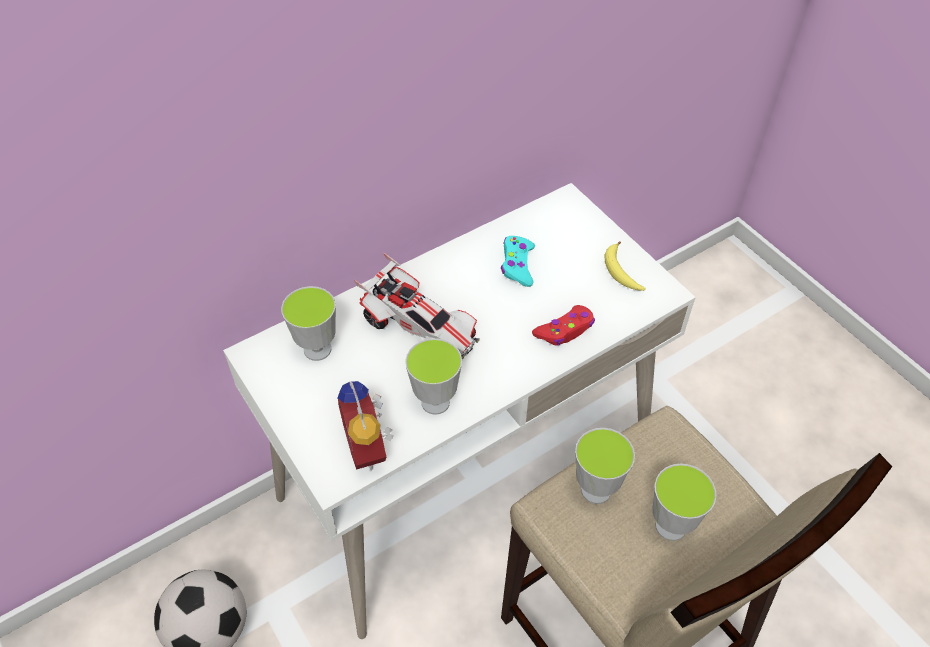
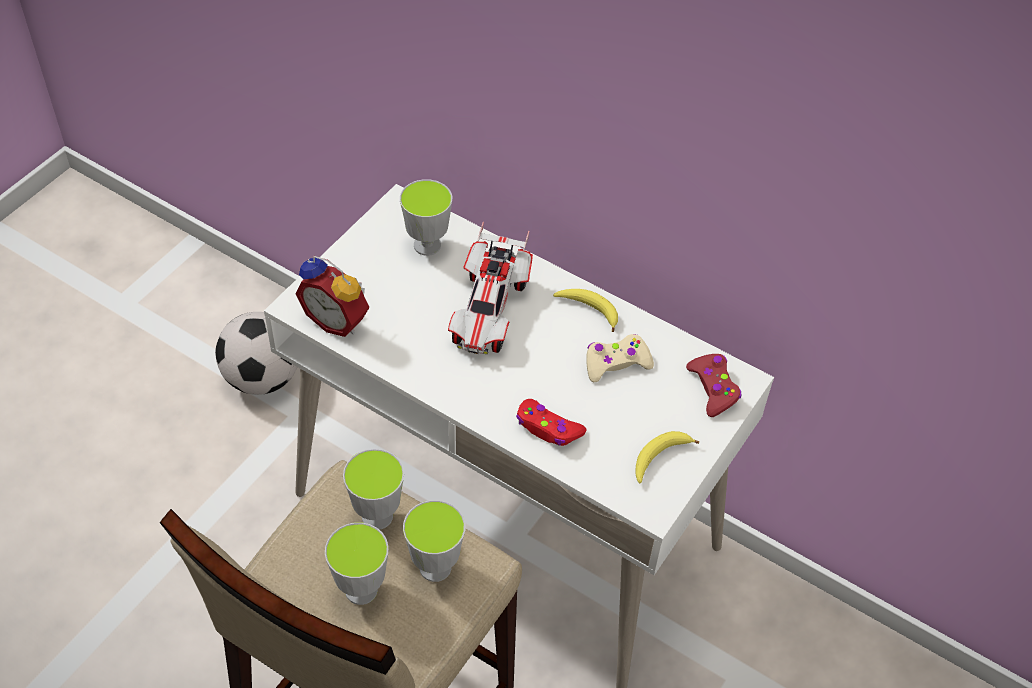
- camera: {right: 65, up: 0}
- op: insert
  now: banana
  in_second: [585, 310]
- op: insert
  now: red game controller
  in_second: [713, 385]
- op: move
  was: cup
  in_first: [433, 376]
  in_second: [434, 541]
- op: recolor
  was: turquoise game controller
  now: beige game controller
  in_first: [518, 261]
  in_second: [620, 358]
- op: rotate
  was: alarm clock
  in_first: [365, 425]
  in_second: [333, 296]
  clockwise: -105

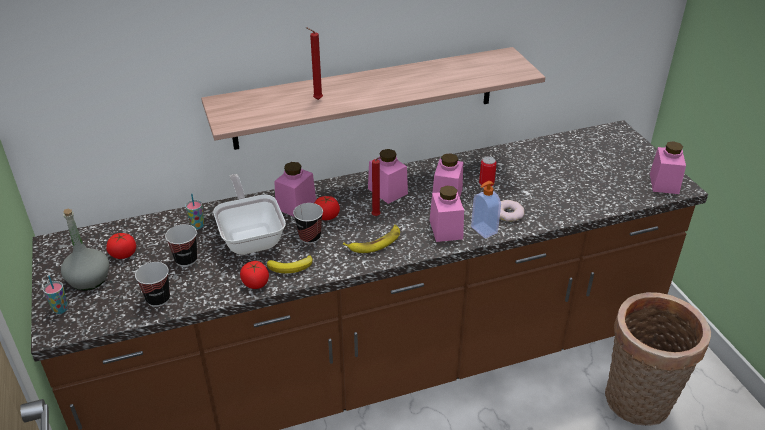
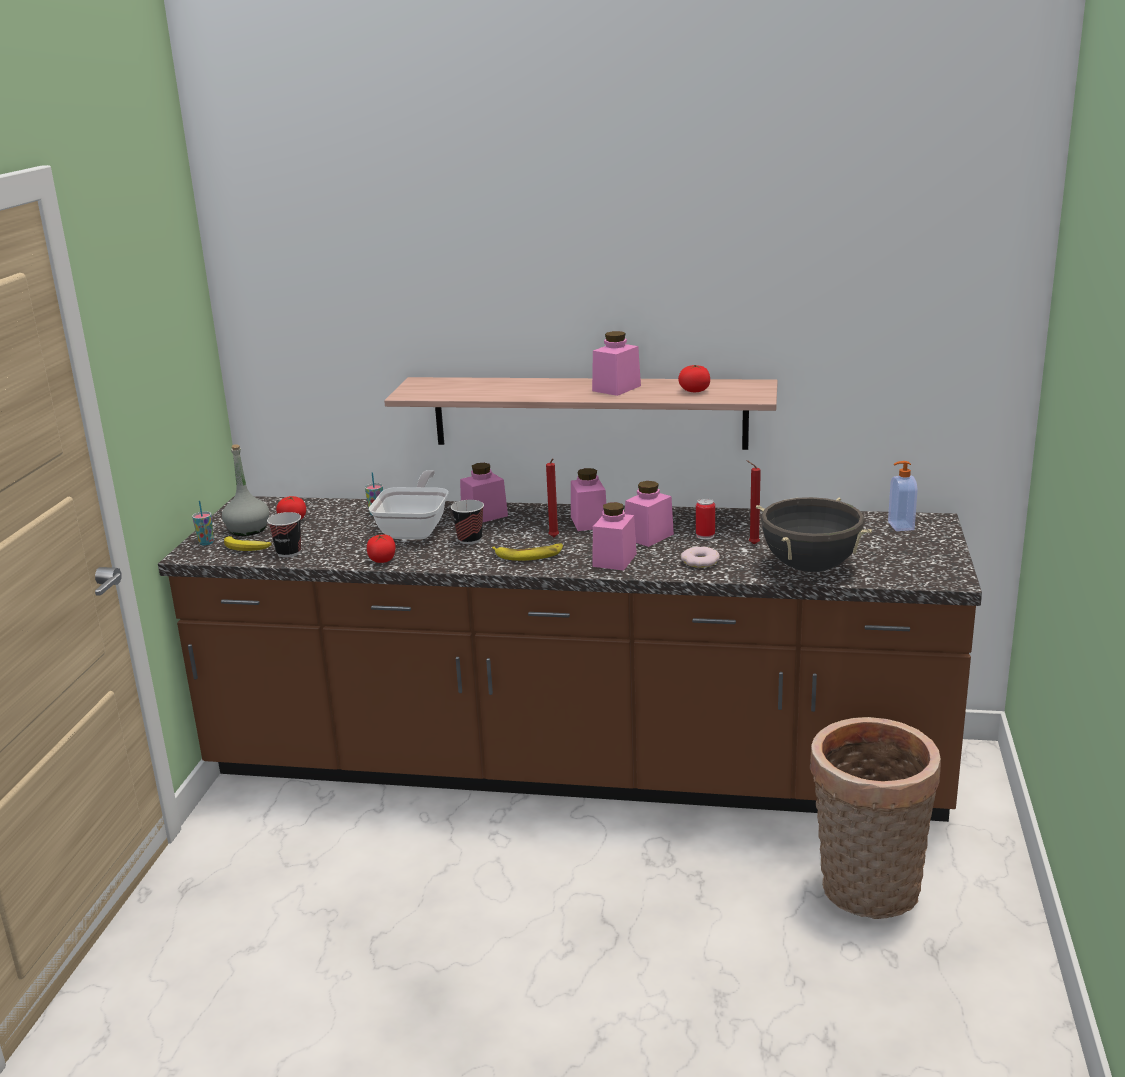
- camera: {right: 30, up: -15}
- op: delete
  was: cup
  in_first: [181, 245]
- op: insert
  now: black cooking pot
  in_second: [814, 534]
- op: move
  was: banana
  in_first: [290, 264]
  in_second: [248, 543]
- op: move
  was: red candle
  in_first: [314, 63]
  in_second: [753, 502]
- op: move
  was: tomato
  in_first: [327, 208]
  in_second: [694, 378]
- op: move
  was: soap dispenser
  in_first: [486, 210]
  in_second: [902, 496]
- op: move
  was: pink jar
  in_first: [668, 167]
  in_second: [616, 363]

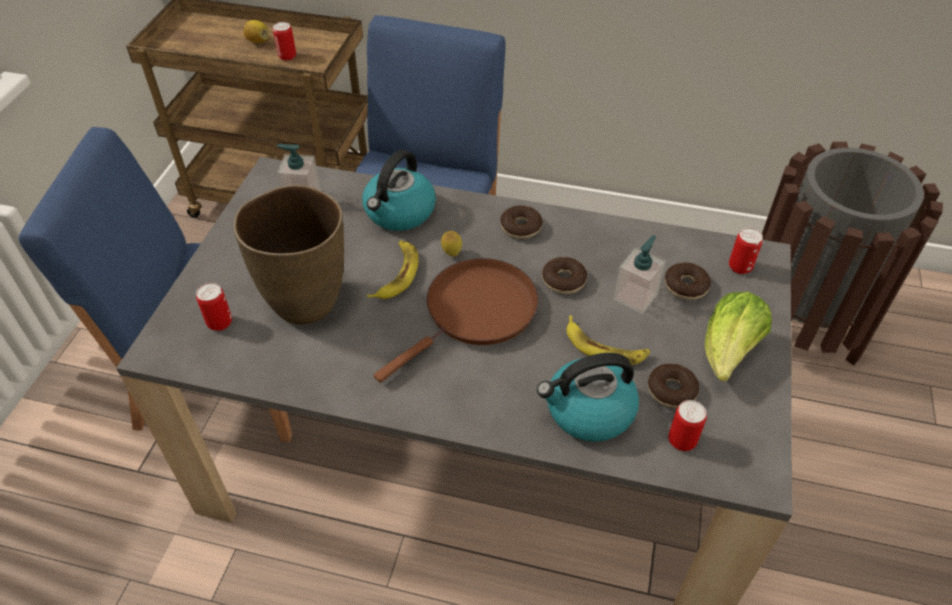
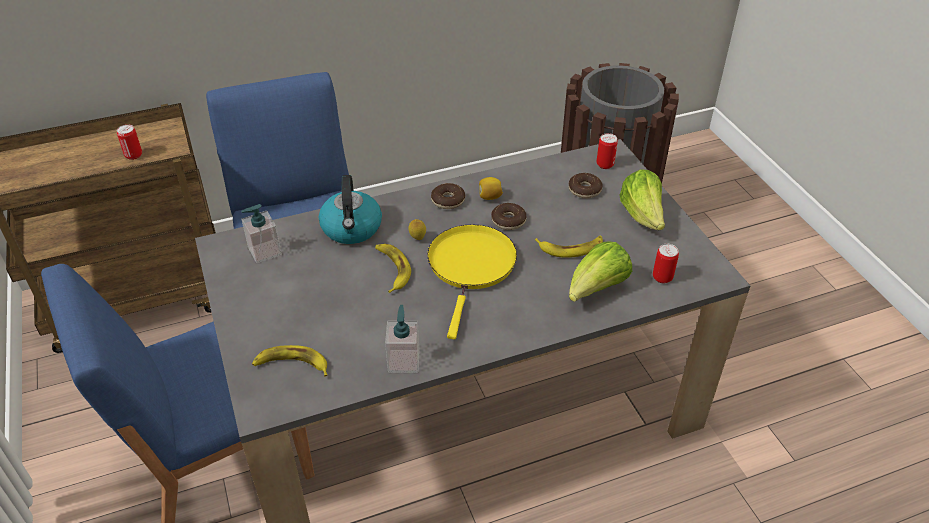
- camera: {right: -35, up: -5}
- op: delete
  was: brown vase
  in_first: [289, 254]
- op: delete
  was: donut
  in_first: [673, 386]
- op: move
  was: lemon
  in_first: [256, 31]
  in_second: [491, 188]
- op: move
  was: soap dispenser
  in_first: [640, 274]
  in_second: [402, 339]
- op: replace
  was: can
  now: banana
  in_first: [214, 307]
  in_second: [290, 361]
- op: replace
  was: kettle
  now: lettuce
  in_first: [588, 397]
  in_second: [600, 271]
- op: recolor
  was: brown frying pan
  now: yellow frying pan
  in_first: [456, 320]
  in_second: [472, 282]

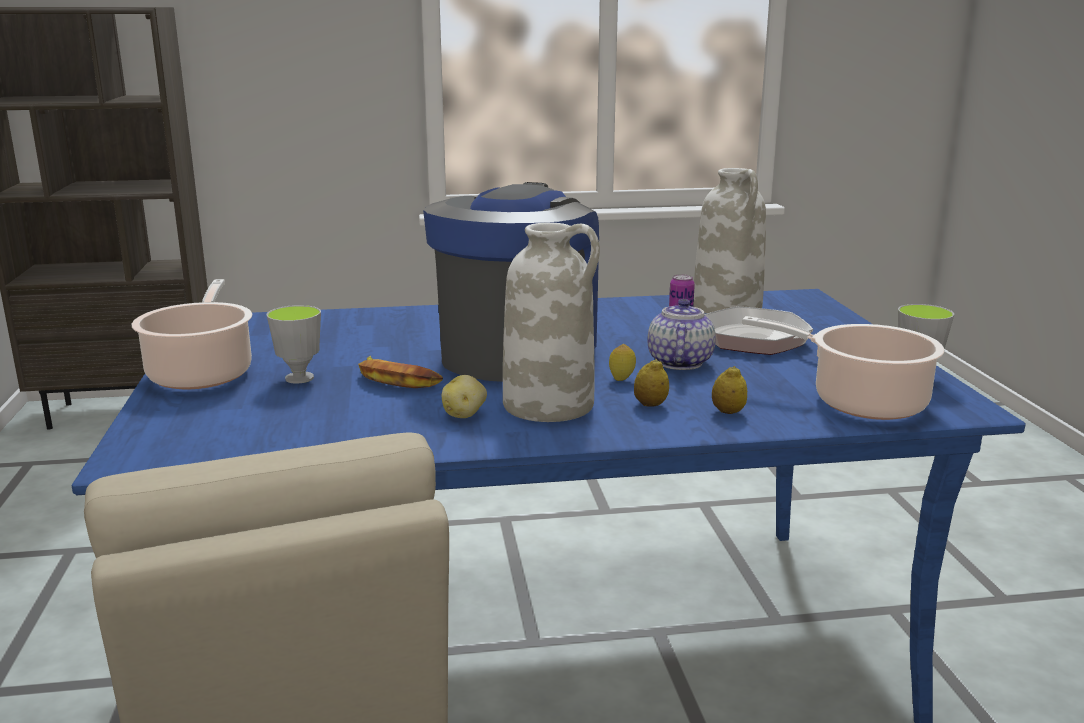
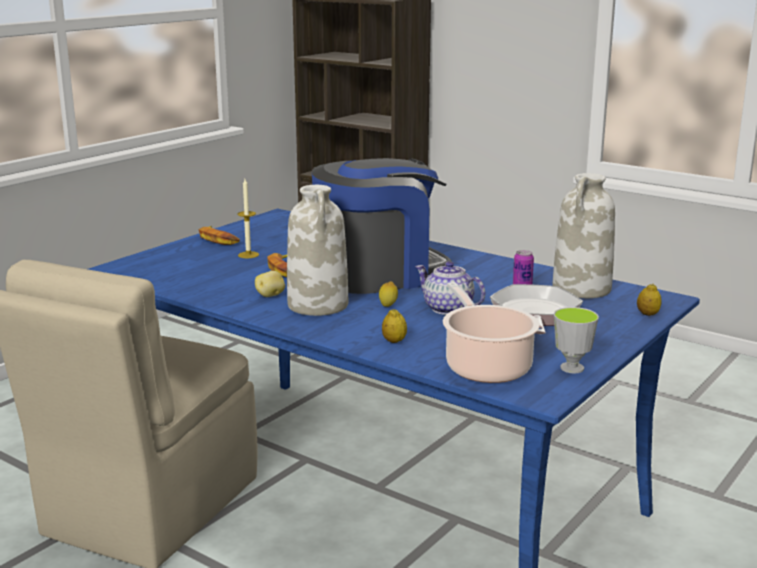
- camera: {right: 45, up: 0}
- op: move
  was: lemon
  in_first: [651, 383]
  in_second: [649, 300]
- op: replace
  was: cooking pot
  now: banana
  in_first: [192, 334]
  in_second: [219, 235]
- op: replace
  was: cup
  now: candle
  in_first: [293, 344]
  in_second: [248, 218]
- op: rotate
  was: teapot
  in_first: [682, 334]
  in_second: [450, 288]
  clockwise: -105

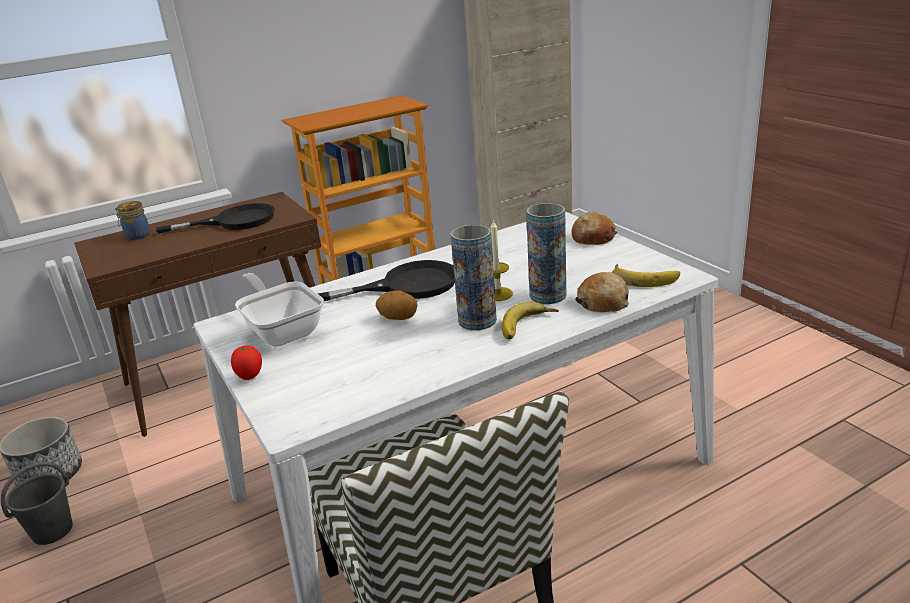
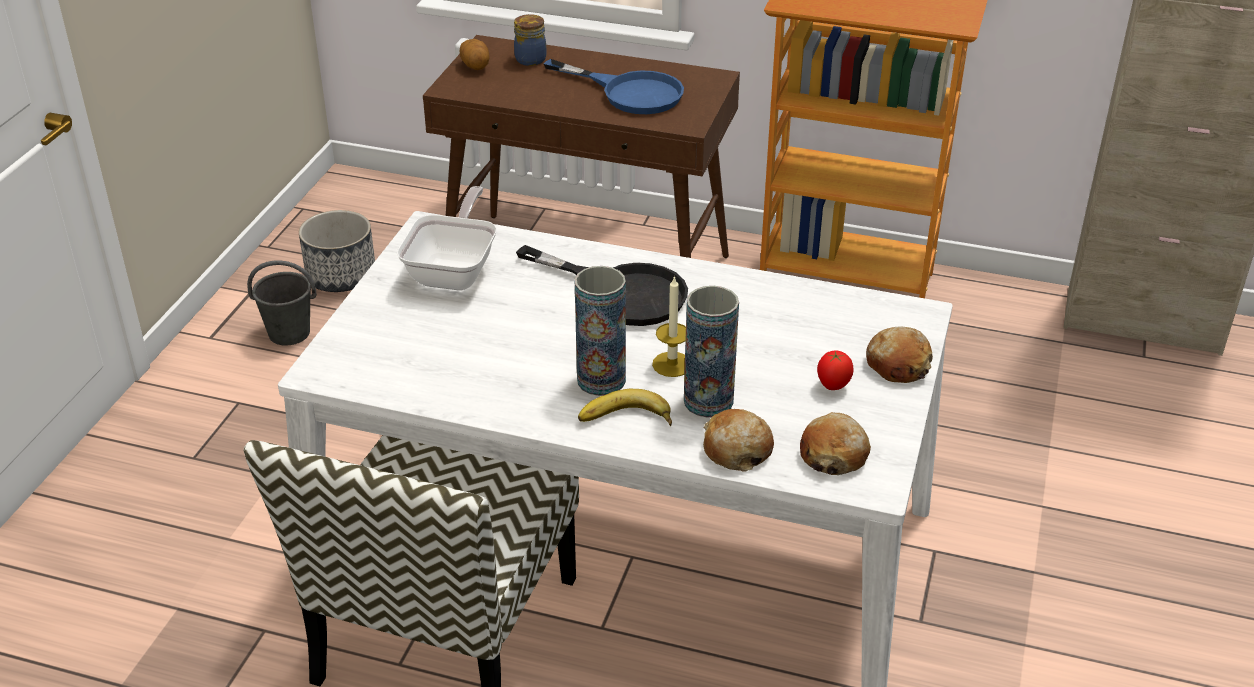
- camera: {right: 45, up: 10}
- op: move
  was: tomato
  in_first: [246, 363]
  in_second: [835, 370]
- op: move
  was: potato
  in_first: [397, 305]
  in_second: [474, 54]
- op: replace
  was: banana
  now: bread
  in_first: [646, 275]
  in_second: [835, 443]
- op: recolor
  was: black frying pan
  now: blue frying pan
  in_first: [215, 218]
  in_second: [614, 86]

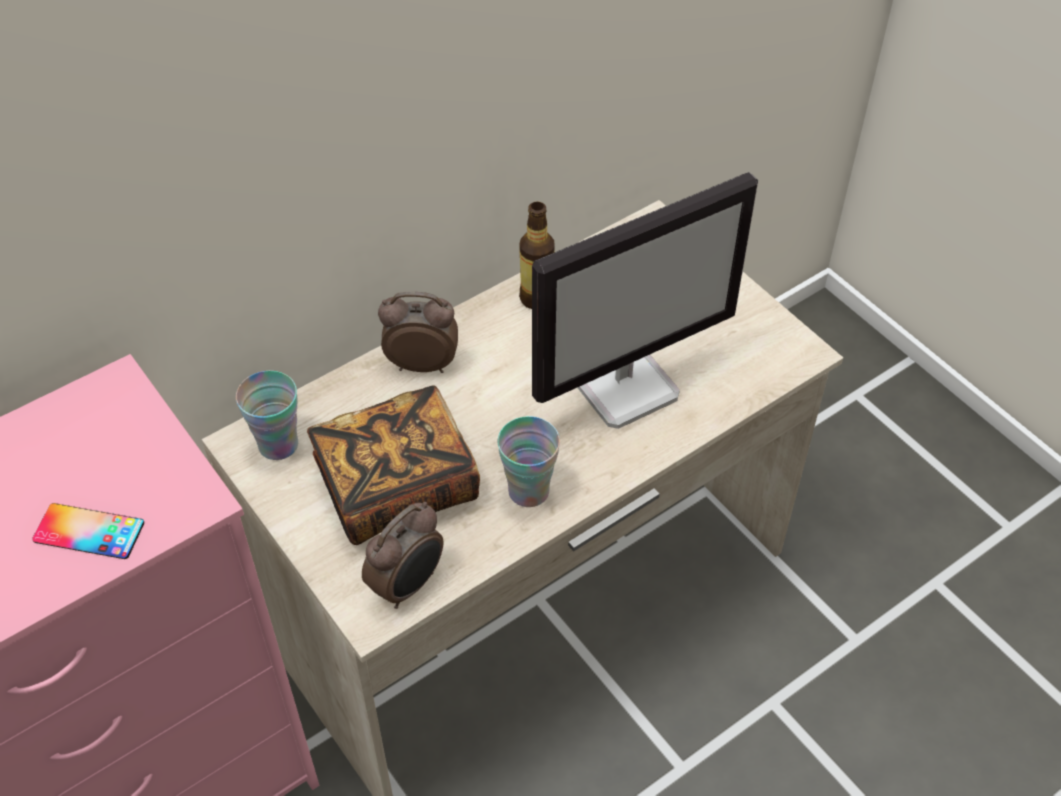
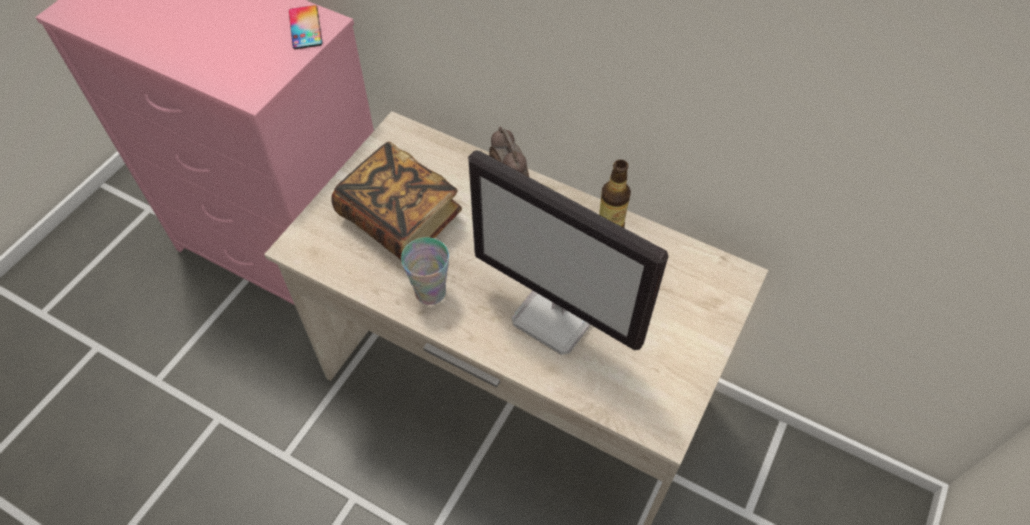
- camera: {right: 65, up: 5}
- op: delete
  was: cup
  in_first: [267, 415]
- op: delete
  was: alarm clock
  in_first: [402, 555]
- op: move
  was: phone
  in_first: [88, 531]
  in_second: [306, 27]

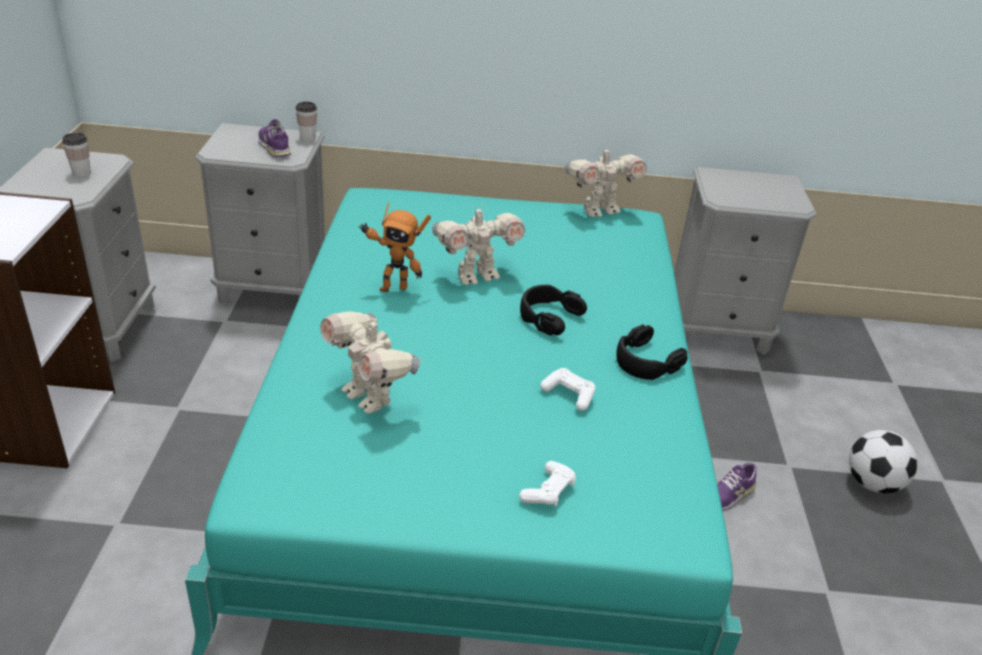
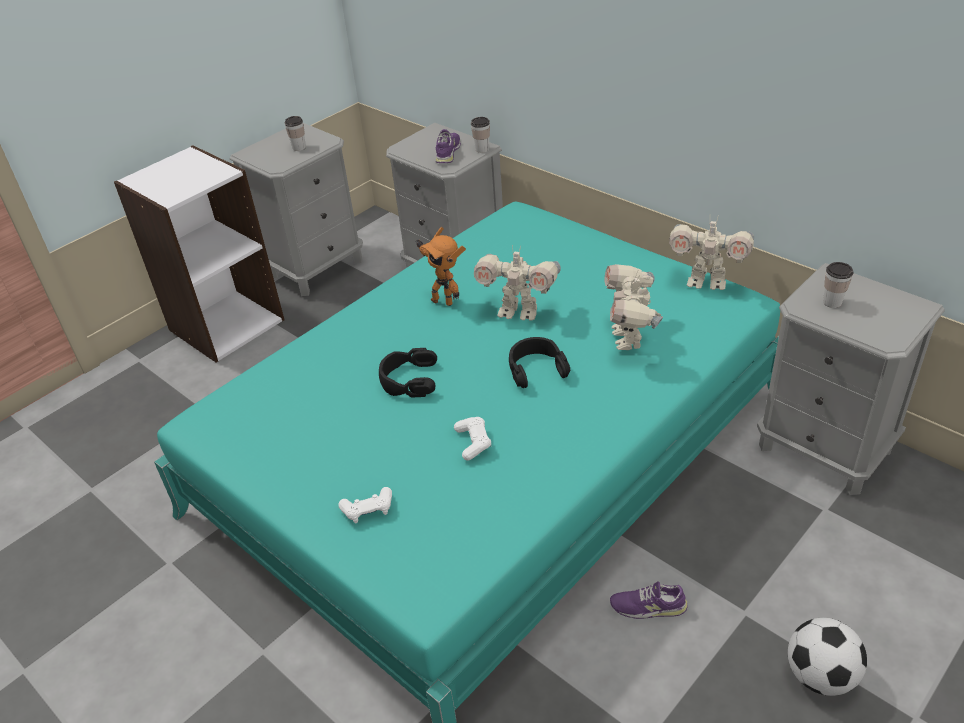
- camera: {right: 45, up: 5}
- op: insert
  now: cup
  in_second: [838, 285]
- op: move
  was: toy robot
  in_first: [370, 363]
  in_second: [634, 307]
- op: move
  was: black headphones
  in_first: [652, 352]
  in_second: [408, 373]

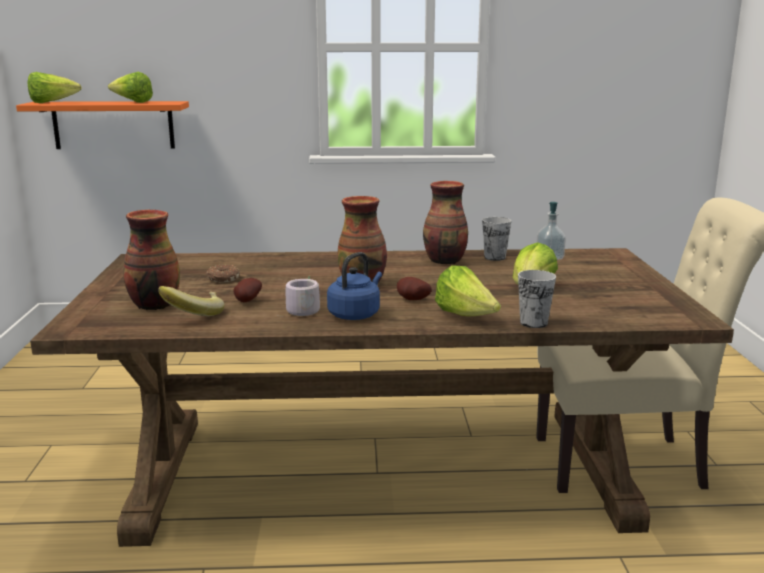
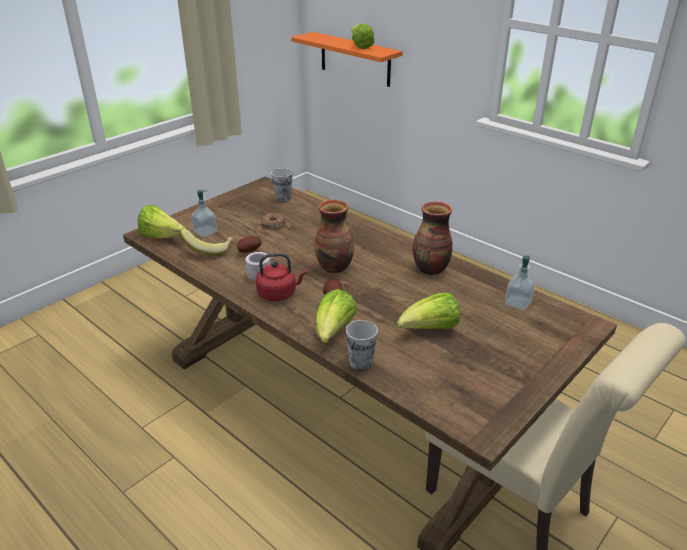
- camera: {right: 45, up: 15}
- op: move
  was: lettuce
  in_first: [55, 87]
  in_second: [161, 221]
- op: move
  was: cup
  in_first: [496, 239]
  in_second: [282, 185]
- op: replace
  was: vase
  now: soap dispenser
  in_first: [151, 260]
  in_second: [204, 213]
- op: recolor
  was: blue kettle
  now: red kettle
  in_first: [354, 286]
  in_second: [281, 277]

